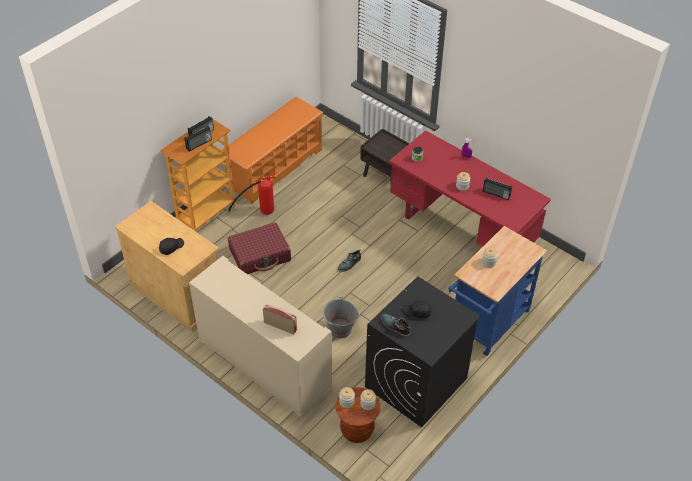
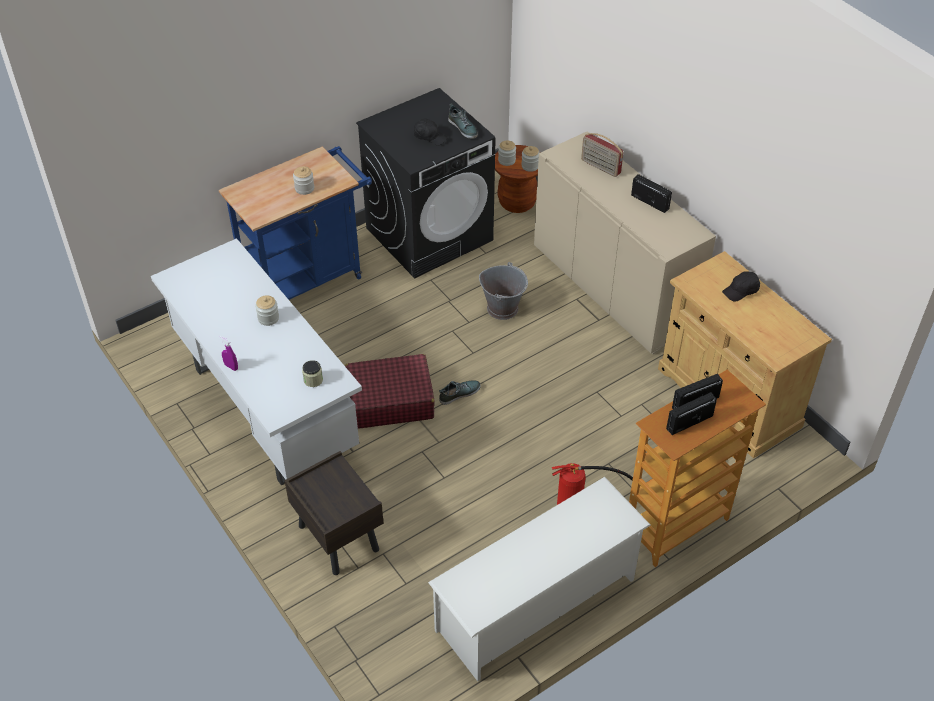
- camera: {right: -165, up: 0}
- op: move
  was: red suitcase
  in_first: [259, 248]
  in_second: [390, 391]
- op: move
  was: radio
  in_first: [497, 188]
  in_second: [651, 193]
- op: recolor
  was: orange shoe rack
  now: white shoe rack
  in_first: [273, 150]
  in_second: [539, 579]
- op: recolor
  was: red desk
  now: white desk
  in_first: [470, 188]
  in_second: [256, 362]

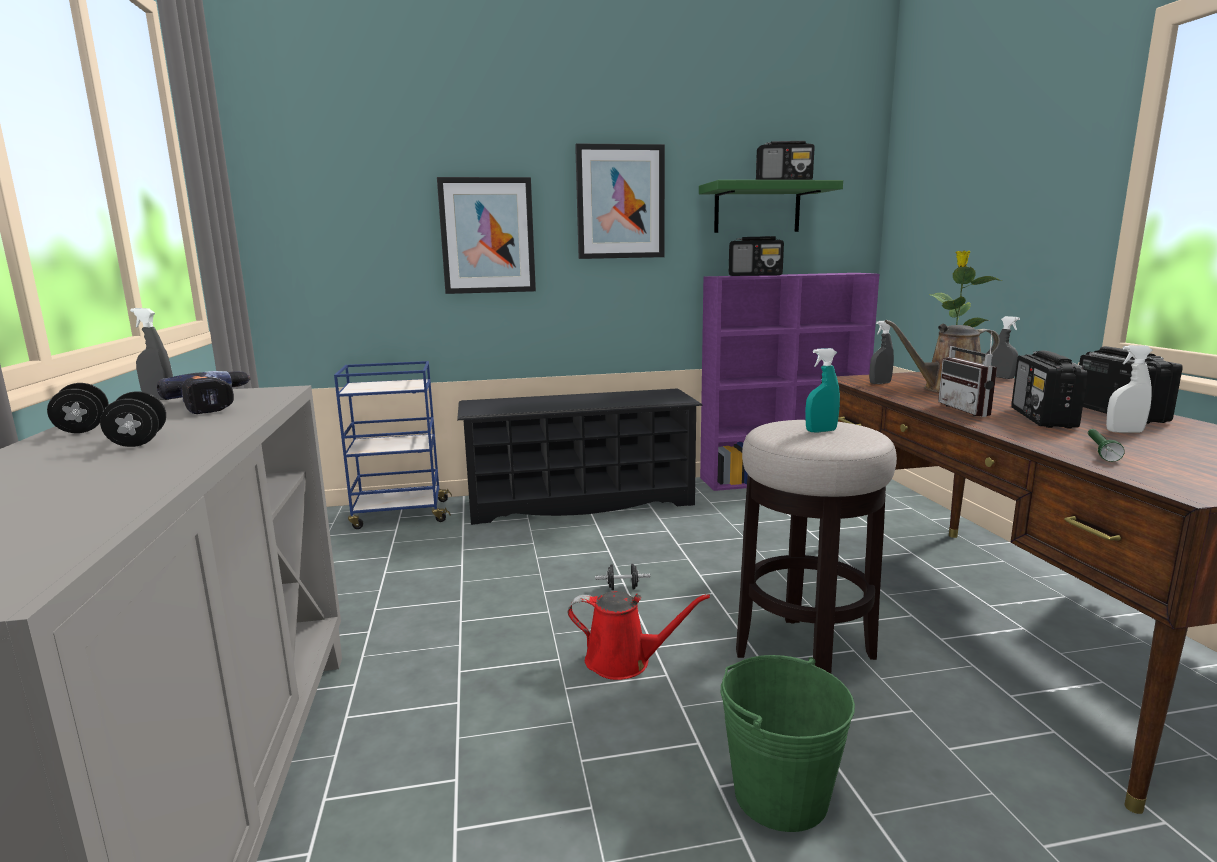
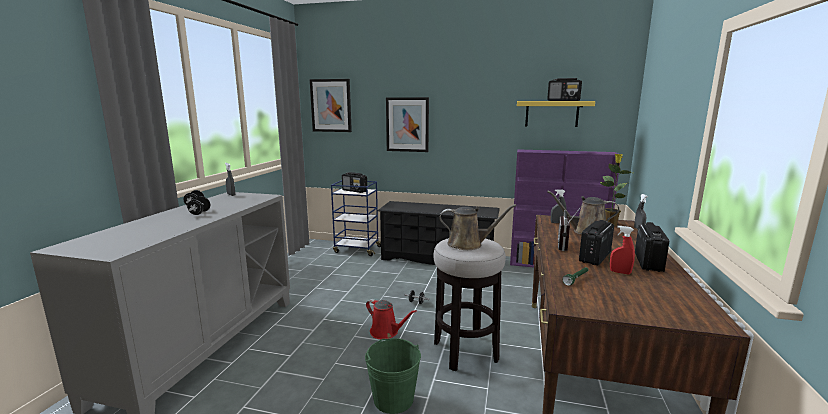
- camera: {right: 25, up: 0}
- op: delete
  was: power drill
  in_first: [204, 392]
- op: move
  was: picture
  in_first: [620, 201]
  in_second: [331, 105]
- op: move
  was: radio
  in_first: [756, 256]
  in_second: [354, 182]
- op: replace
  was: turquoise spray bottle
  now: brown watering can
  in_first: [822, 390]
  in_second: [477, 227]
- op: recolor
  was: green shelf
  now: yellow shelf
  in_first: [771, 206]
  in_second: [556, 114]
- op: recolor
  was: white spray bottle
  now: red spray bottle
  in_first: [1129, 389]
  in_second: [622, 250]

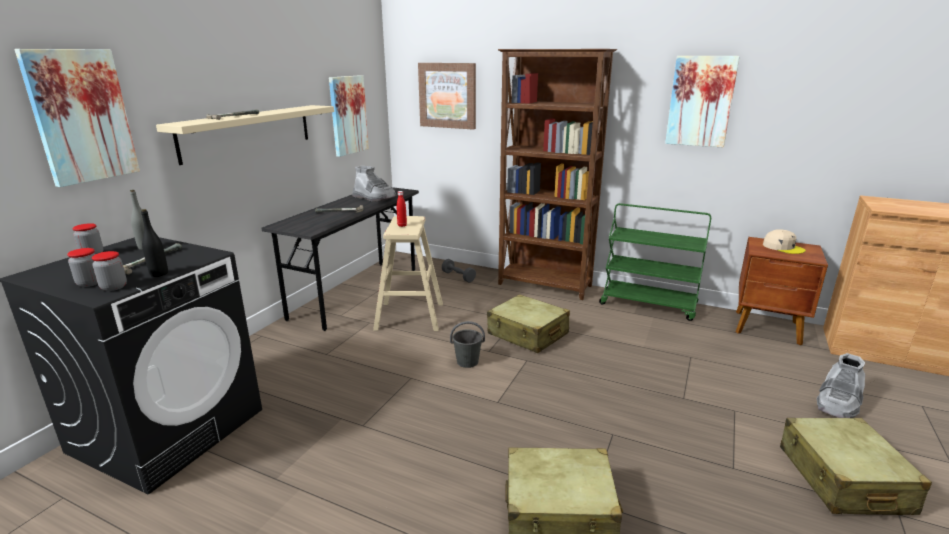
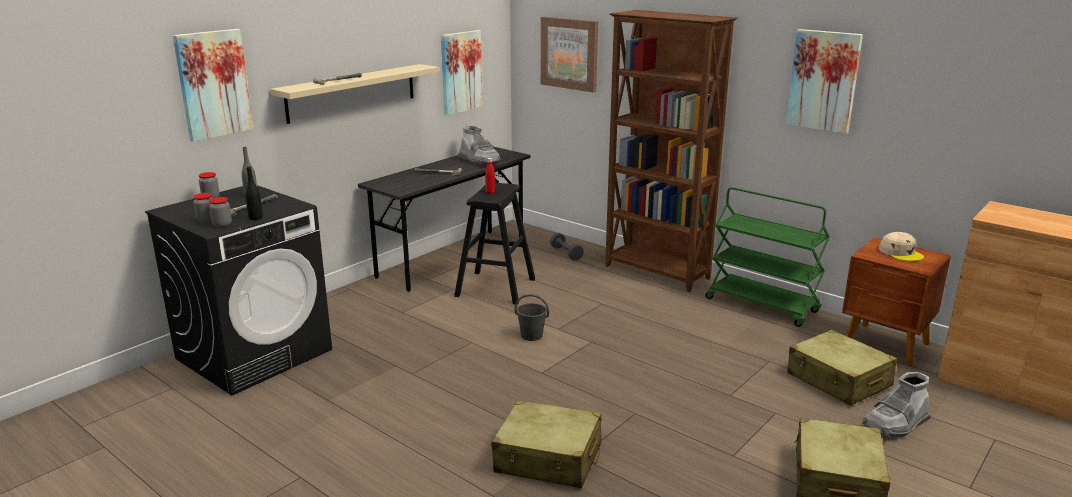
- camera: {right: 15, up: 0}
- op: move
  was: beige suitcase
  in_first: [528, 323]
  in_second: [842, 368]
- op: recolor
  was: beige stool
  now: black stool
  in_first: [408, 273]
  in_second: [494, 244]

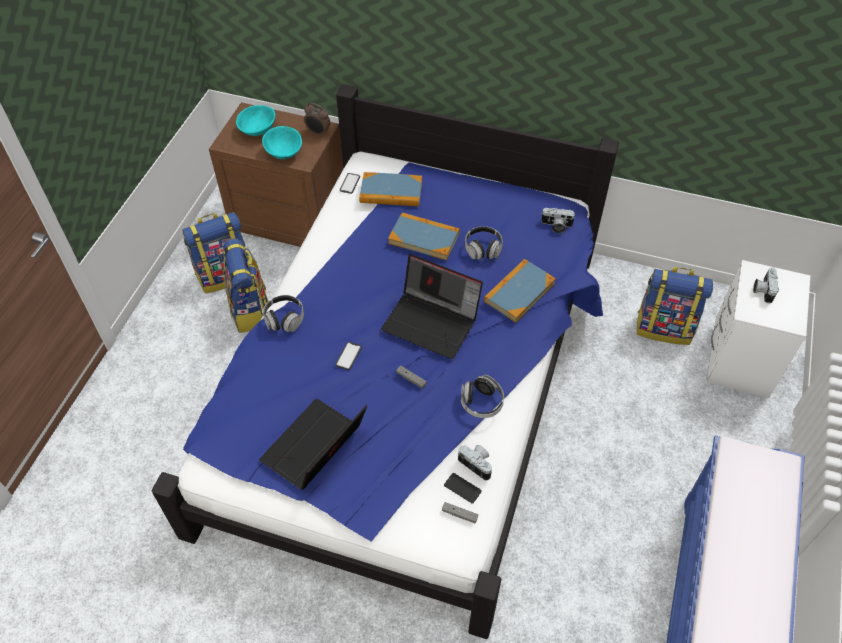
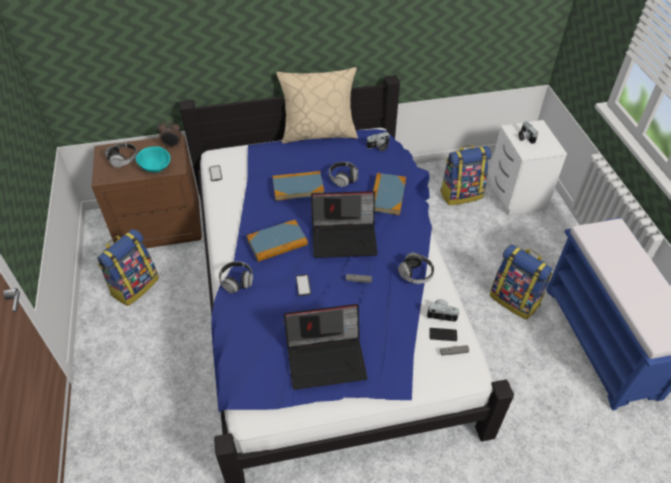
- camera: {right: -30, up: -5}
- op: insert
  now: beige pillow
  in_second: [317, 105]
- op: move
  was: backpack
  in_first: [246, 286]
  in_second: [521, 282]
- op: move
  was: book
  in_first: [390, 189]
  in_second: [277, 241]
- op: replace
  was: turquoise bowl
  now: headphones
  in_first: [255, 120]
  in_second: [121, 155]
- op: rotate
  was: laptop
  in_first: [313, 444]
  in_second: [325, 347]
  clockwise: -105

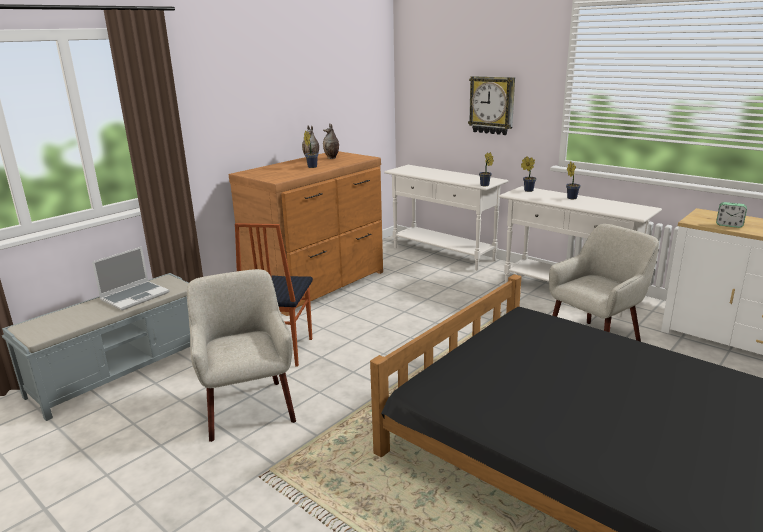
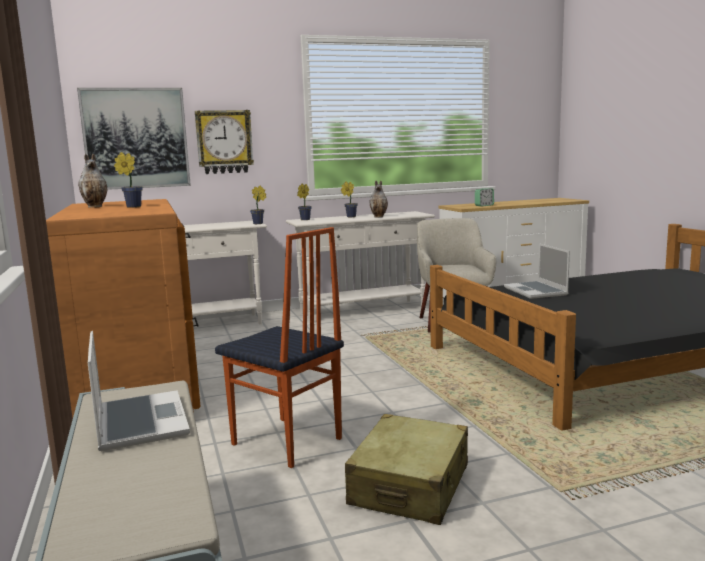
- camera: {right: -60, up: -10}
- op: insert
  now: picture
  in_second: [134, 139]
- op: insert
  now: laptop
  in_second: [537, 271]
- op: move
  was: vase
  in_first: [331, 141]
  in_second: [378, 199]
- op: replace
  was: beige armchair
  now: beige suitcase
  in_first: [241, 355]
  in_second: [406, 469]

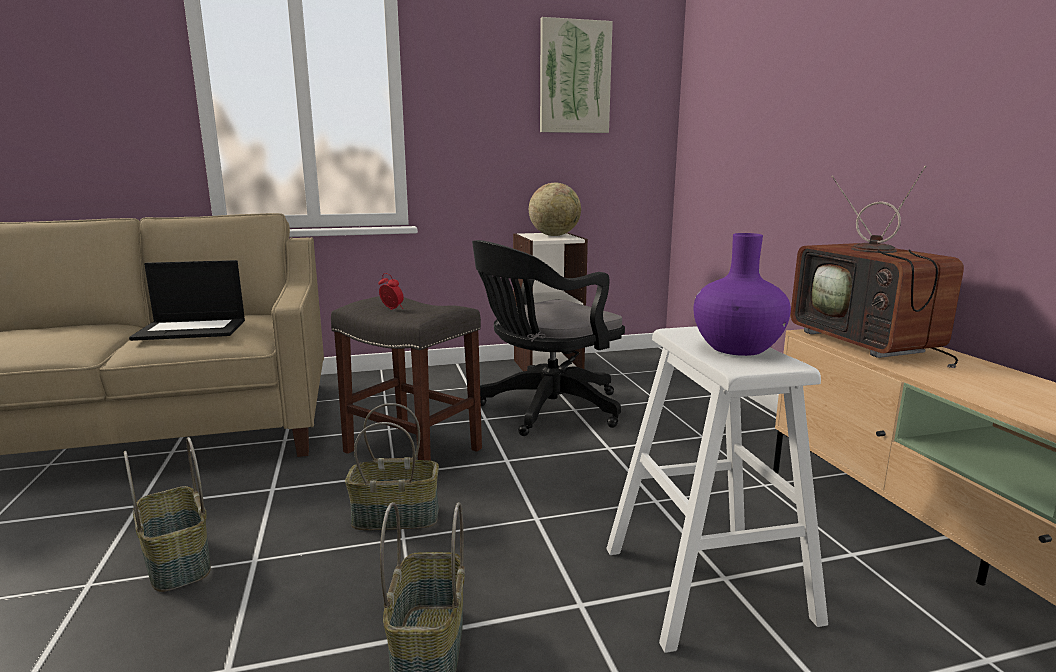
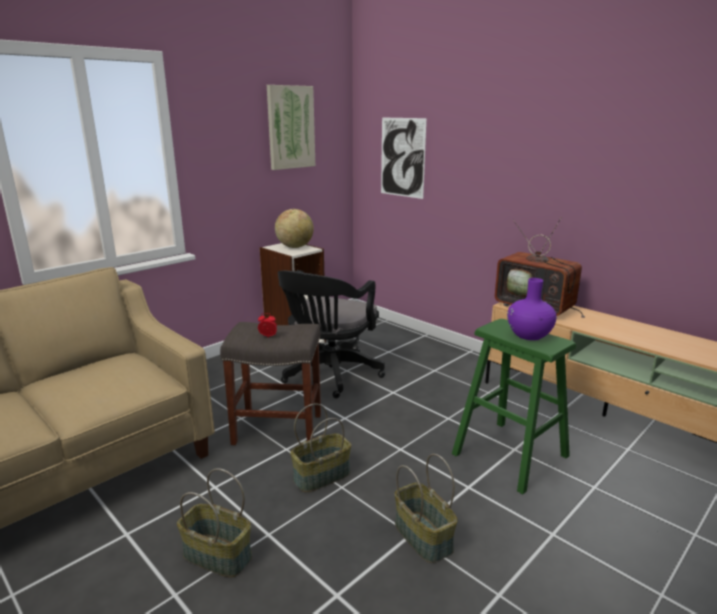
- camera: {right: -30, up: 5}
- op: delete
  was: laptop
  in_first: [187, 300]
- op: insert
  now: picture
  in_second: [404, 158]
- op: recolor
  was: white stool
  now: green stool
  in_first: [717, 489]
  in_second: [514, 406]

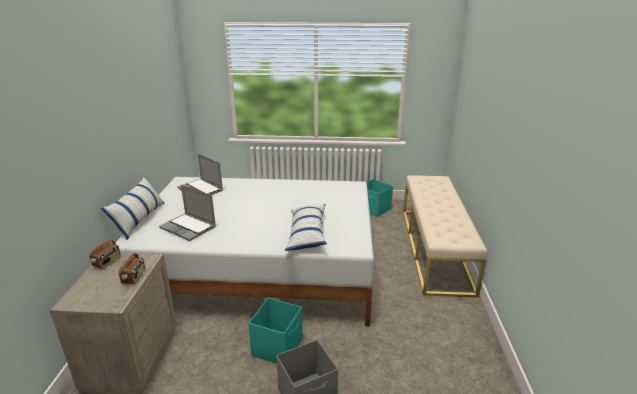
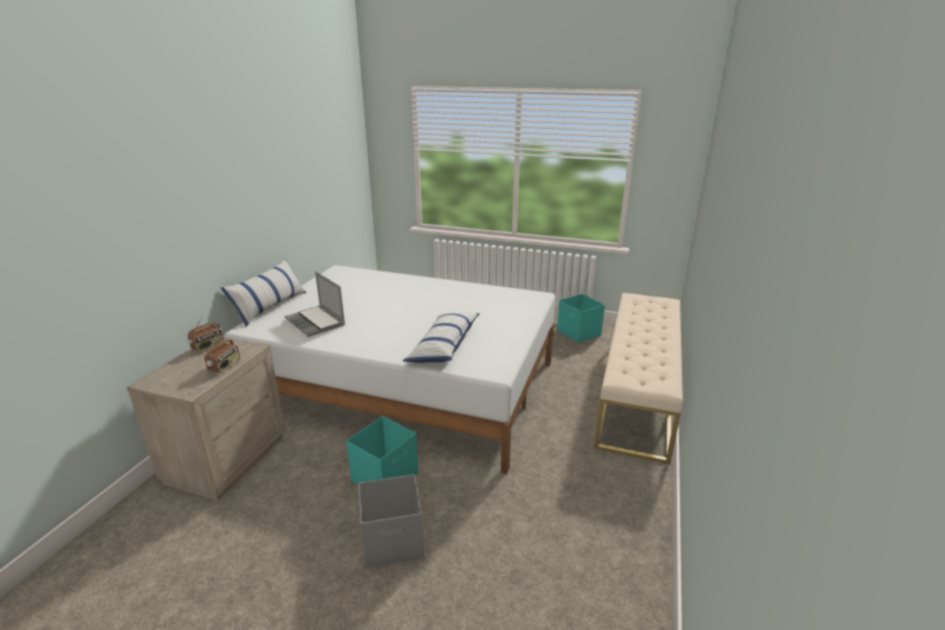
- camera: {right: 15, up: 0}
- op: delete
  was: laptop
  in_first: [200, 174]

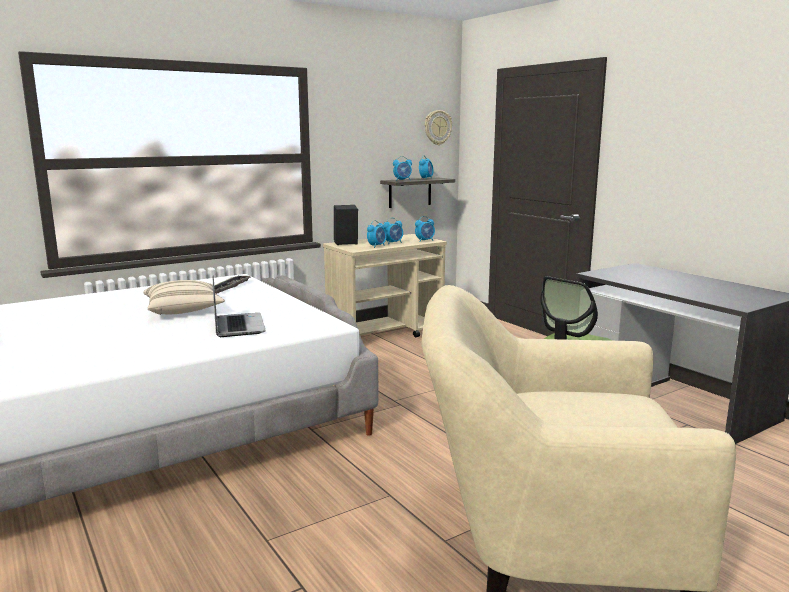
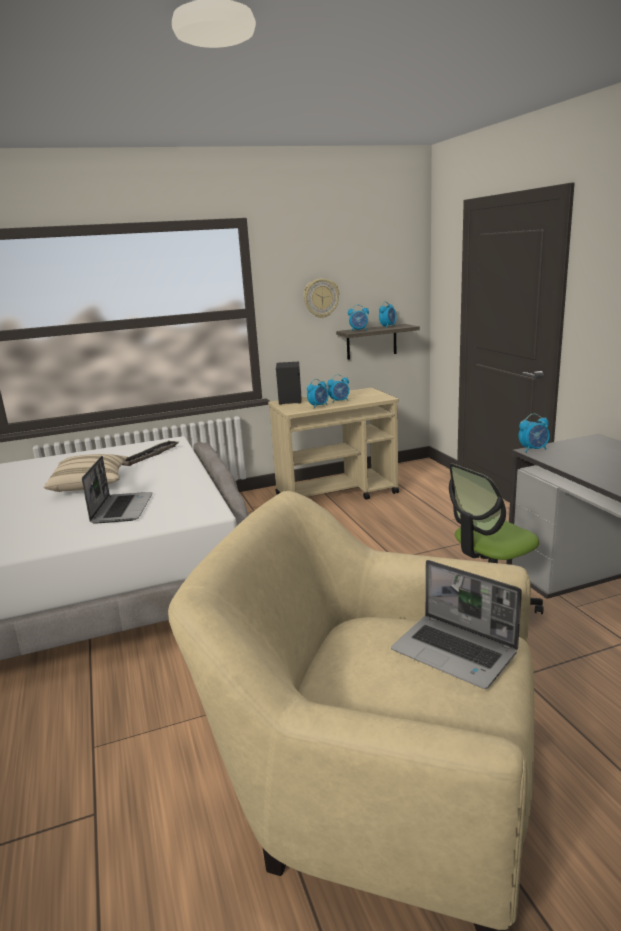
- camera: {right: 15, up: 5}
- op: insert
  now: laptop
  in_second: [456, 624]
- op: move
  was: alarm clock
  in_first: [425, 229]
  in_second: [534, 433]
- op: move
  was: wall clock
  in_first: [438, 127]
  in_second: [321, 298]

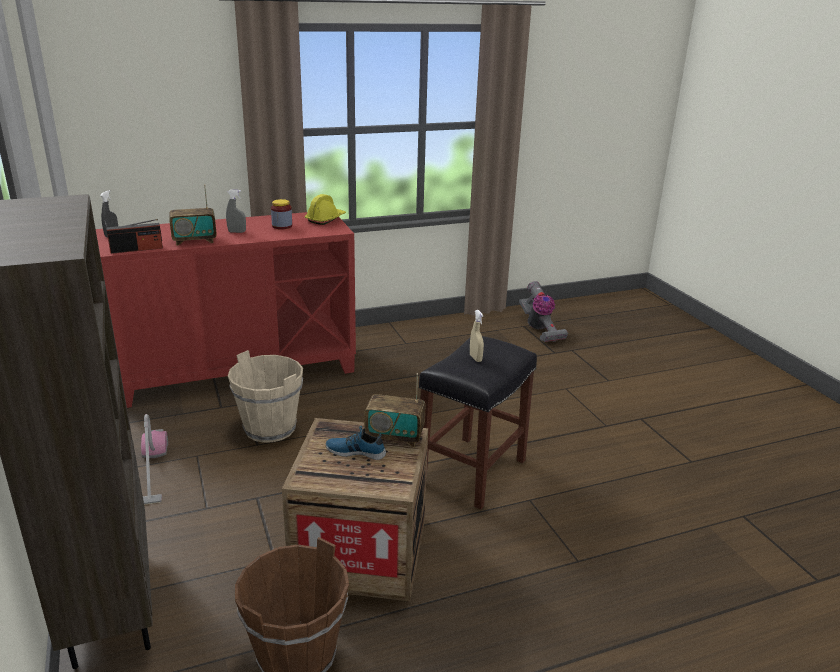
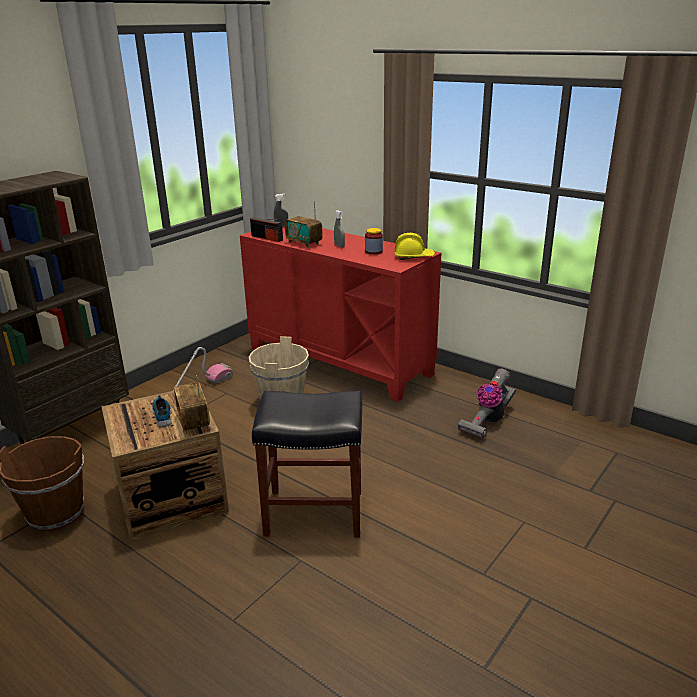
- camera: {right: 60, up: 0}
- op: delete
  was: beige spray bottle
  in_first: [477, 336]
- op: move
  was: vacuum cleaner
  in_first: [543, 311]
  in_second: [486, 403]

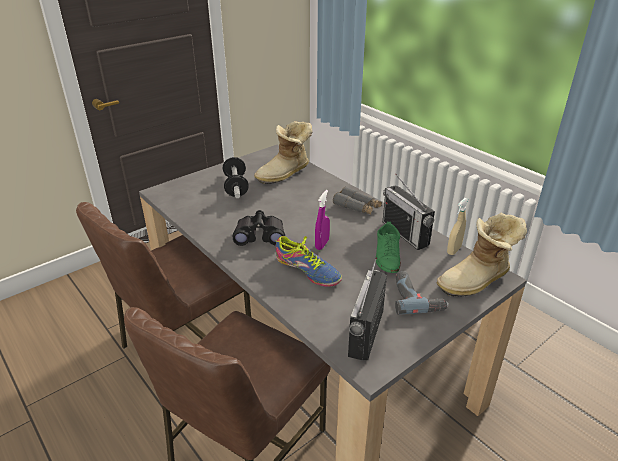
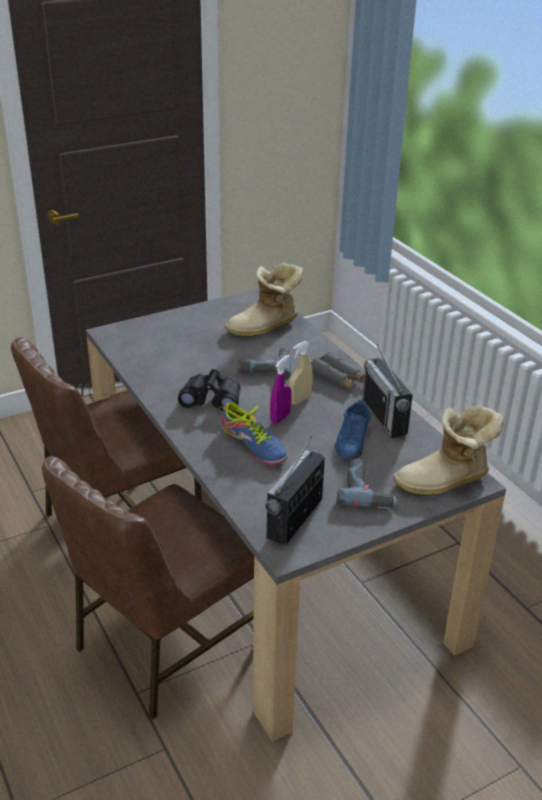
- camera: {right: 10, up: 0}
- op: delete
  was: dumbbell
  in_first: [236, 177]
- op: insert
  now: power drill
  in_second: [264, 364]
- op: move
  was: beige spray bottle
  in_first: [457, 226]
  in_second: [301, 373]
- op: recolor
  was: green shoe
  now: blue shoe
  in_first: [388, 247]
  in_second: [353, 430]

